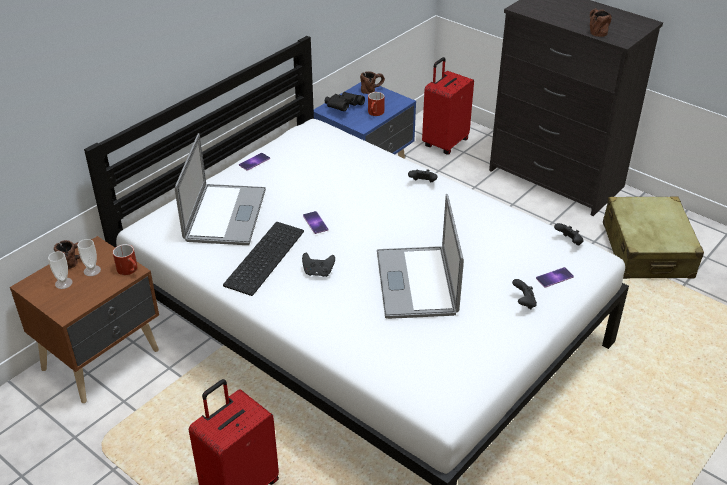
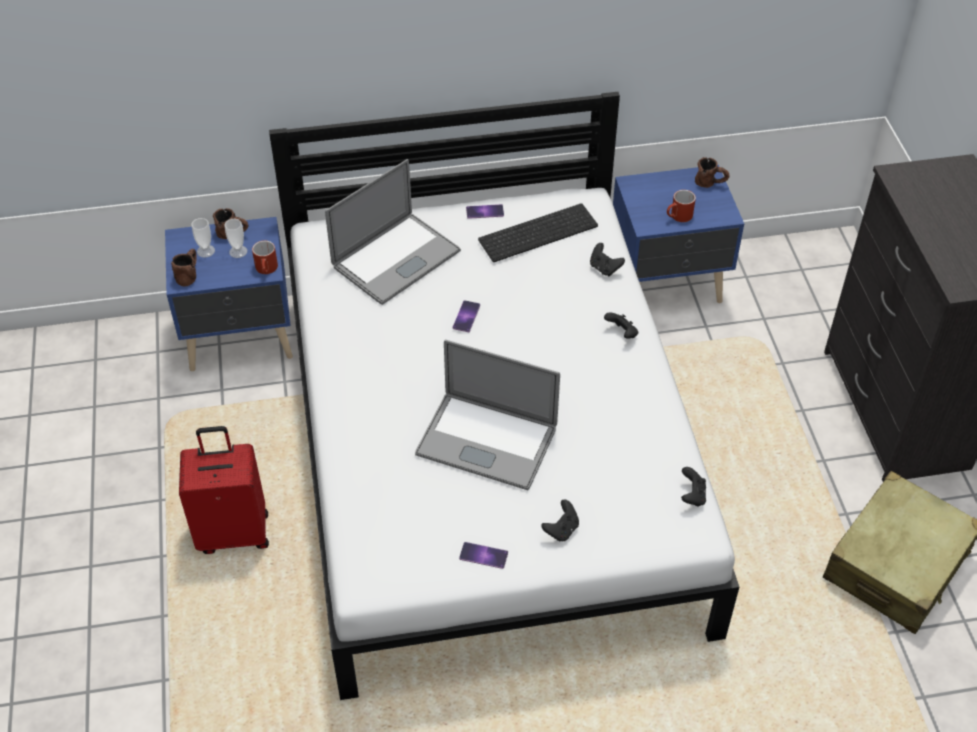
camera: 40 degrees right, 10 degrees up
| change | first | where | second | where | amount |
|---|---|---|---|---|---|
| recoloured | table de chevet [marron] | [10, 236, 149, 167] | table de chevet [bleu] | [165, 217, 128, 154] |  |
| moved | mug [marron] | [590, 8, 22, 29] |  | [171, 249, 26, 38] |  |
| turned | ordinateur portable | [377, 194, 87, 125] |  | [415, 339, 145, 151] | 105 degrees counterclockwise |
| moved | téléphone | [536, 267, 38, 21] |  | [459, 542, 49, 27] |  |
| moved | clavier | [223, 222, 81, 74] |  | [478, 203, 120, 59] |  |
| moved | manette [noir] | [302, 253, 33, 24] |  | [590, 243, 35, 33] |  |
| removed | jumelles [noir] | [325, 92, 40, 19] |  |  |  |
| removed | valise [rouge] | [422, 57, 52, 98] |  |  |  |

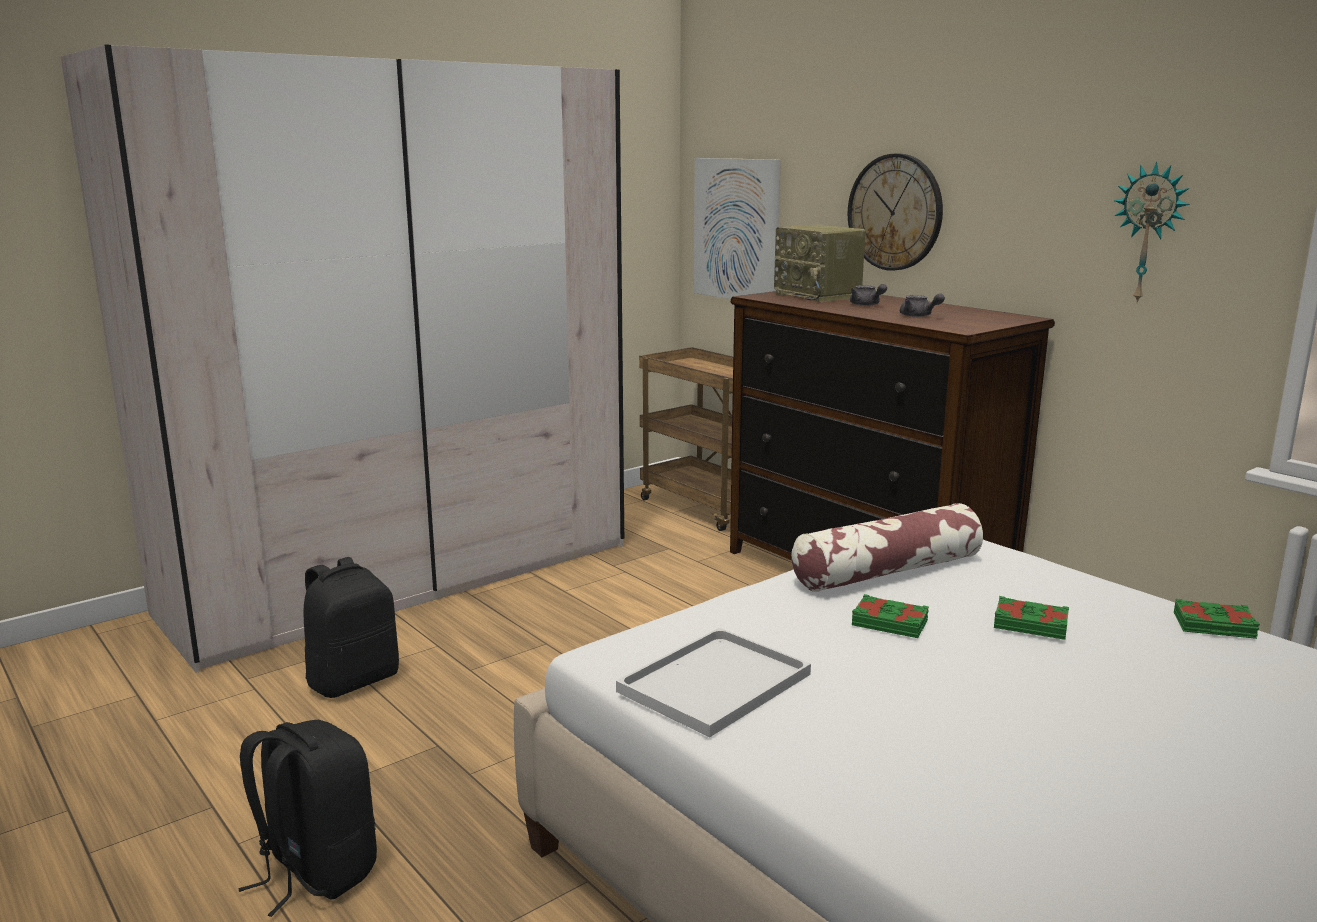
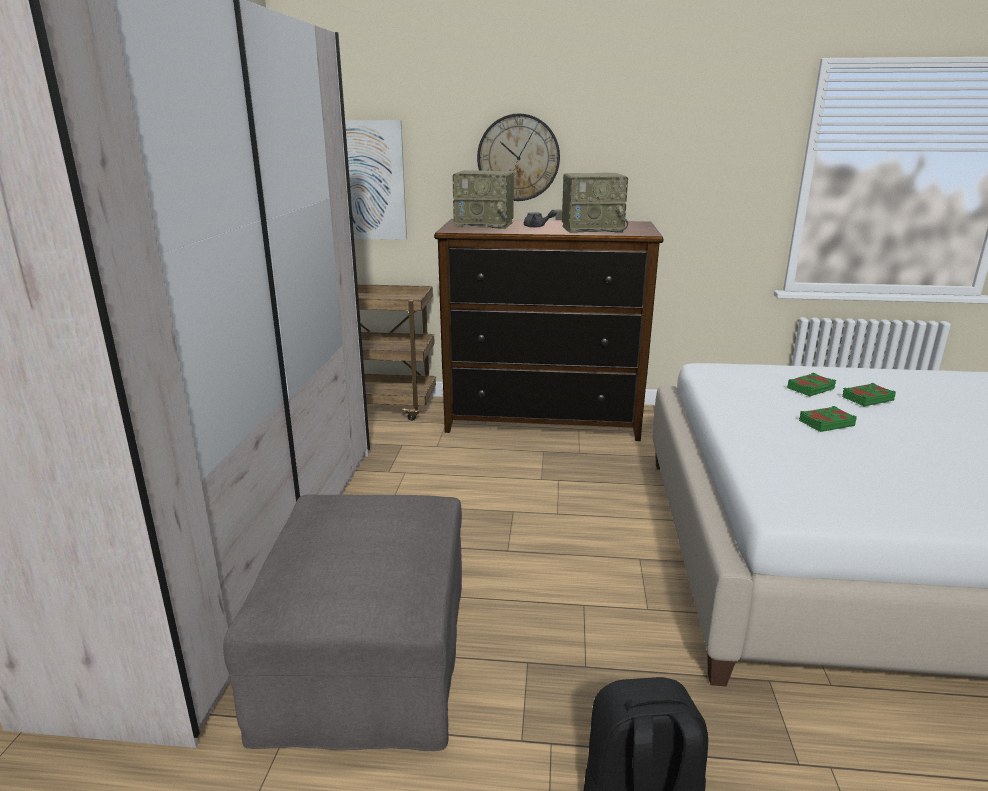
camera: 45 degrees left, 5 degrees up
| change | first | where | second | where | amount |
|---|---|---|---|---|---|
| replaced | sac à dos [noir] | [303, 557, 96, 141] | pouf [gris] | [223, 494, 239, 257] |  |
| replaced | théière [gris] | [900, 293, 45, 24] | radio | [562, 173, 66, 60] |  |
| moved | livre [vert] | [1174, 599, 86, 40] |  | [787, 373, 49, 23] |  |
| removed | plateau [blanc] | [616, 628, 195, 109] |  |  |  |
| removed | coussin | [791, 503, 192, 89] |  |  |  |
| removed | horloge murale | [1114, 162, 76, 142] |  |  |  |

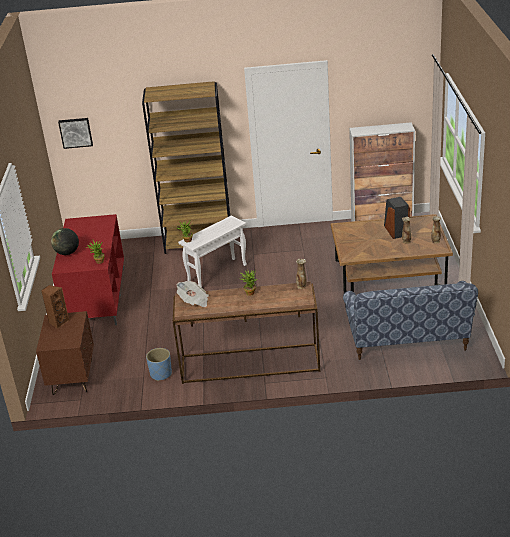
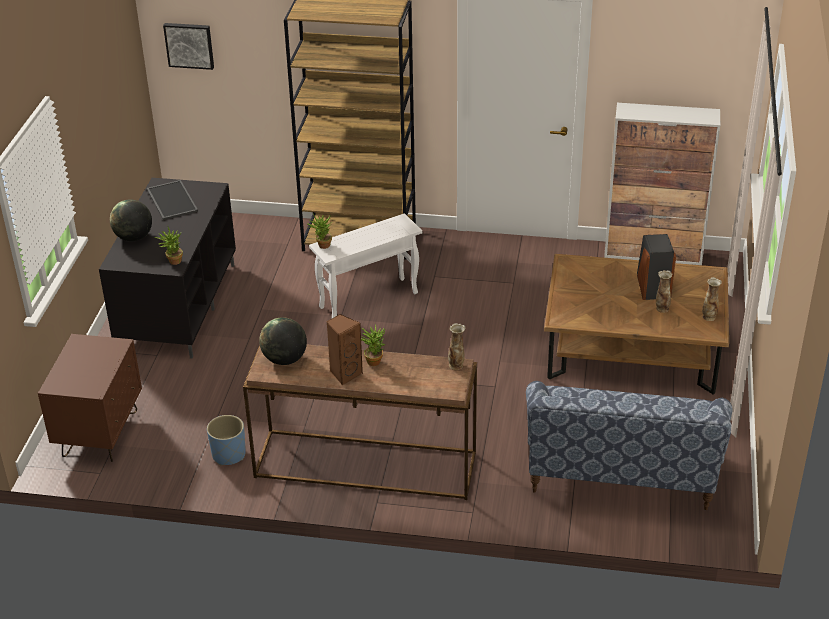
camera: 10 degrees right, 5 degrees up
| change | first | where | second | where | amount |
|---|---|---|---|---|---|
| recoloured | meuble télé [rouge] | [52, 214, 72, 111] | meuble télé [noir] | [99, 178, 137, 181] |  |
| added |  |  | plateau | [147, 180, 51, 40] |  |
| replaced | journal | [177, 281, 32, 26] | globe | [259, 317, 48, 48] |  |
| moved | enceinte [marron] | [41, 285, 28, 44] |  | [326, 314, 37, 72] |  |

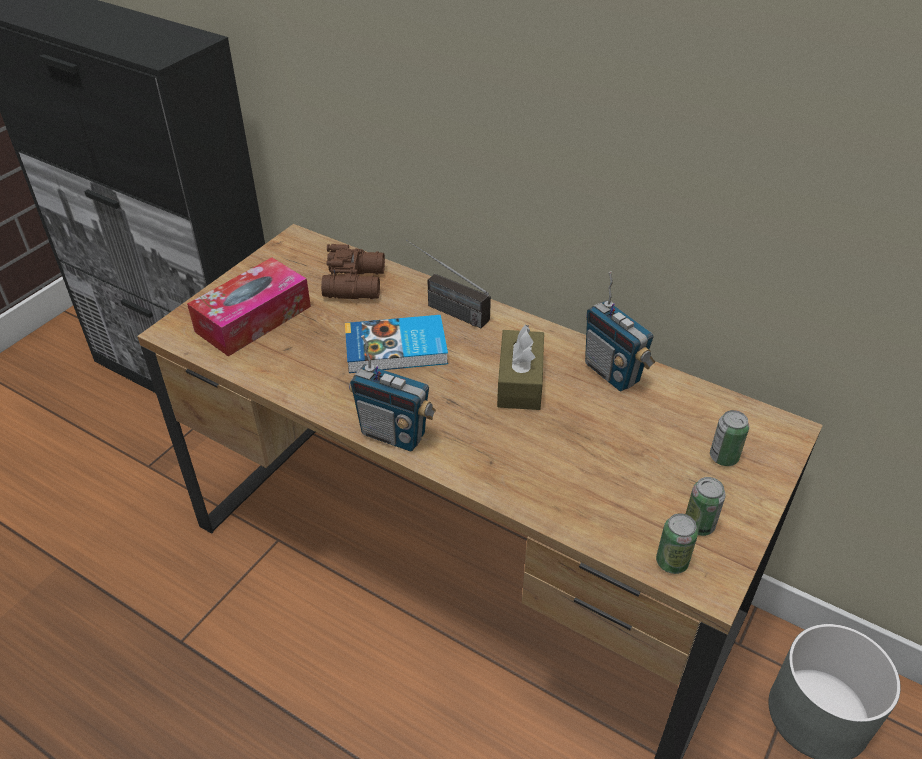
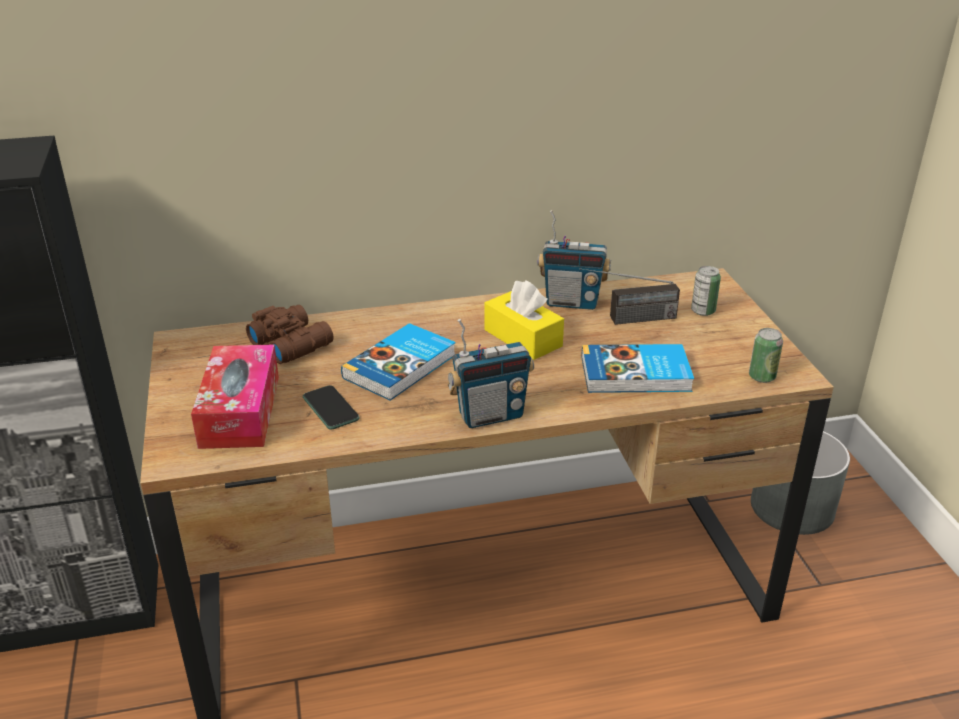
camera: 45 degrees left, 10 degrees down
| change | first | where | second | where | amount |
|---|---|---|---|---|---|
| added |  |  | téléphone | [303, 385, 57, 45] |  |
| recoloured | boîte à mouchoirs [marron] | [497, 325, 47, 85] | boîte à mouchoirs [jaune] | [484, 280, 80, 80] |  |
| moved | radio | [406, 240, 85, 88] |  | [580, 268, 100, 57] |  |
| added |  |  | livre | [581, 344, 113, 49] |  |
| removed | boîte métallique | [686, 477, 40, 59] |  |  |  |

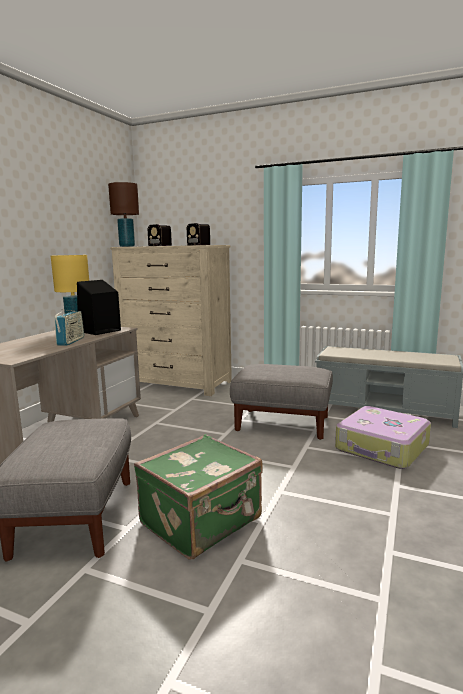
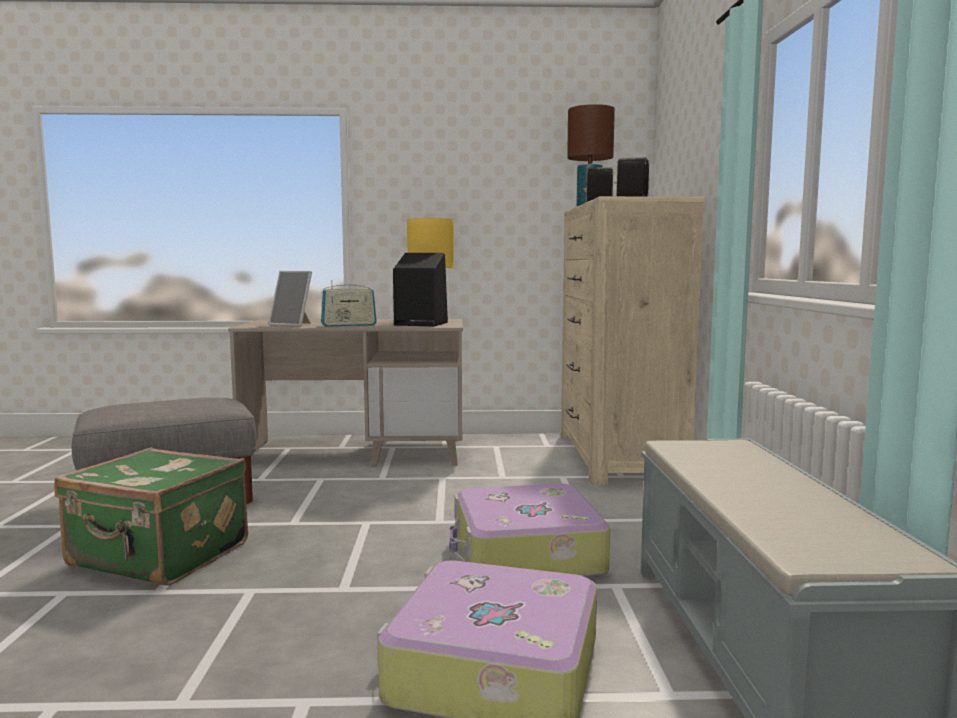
camera: 65 degrees right, 5 degrees down
| change | first | where | second | where | amount |
|---|---|---|---|---|---|
| added |  |  | cadre photo | [269, 271, 43, 56] |  |
| replaced | pouf [gris] | [230, 364, 103, 76] | valise | [449, 484, 161, 94] |  |

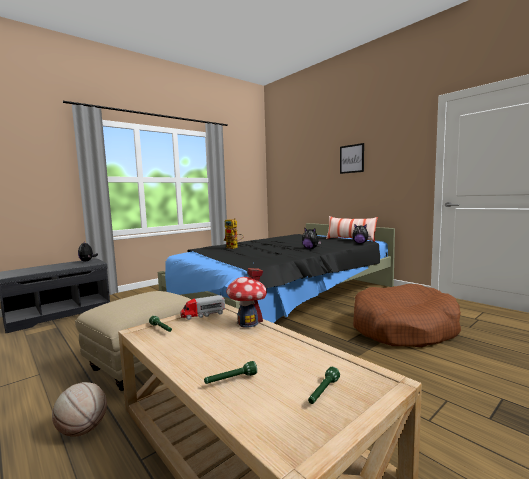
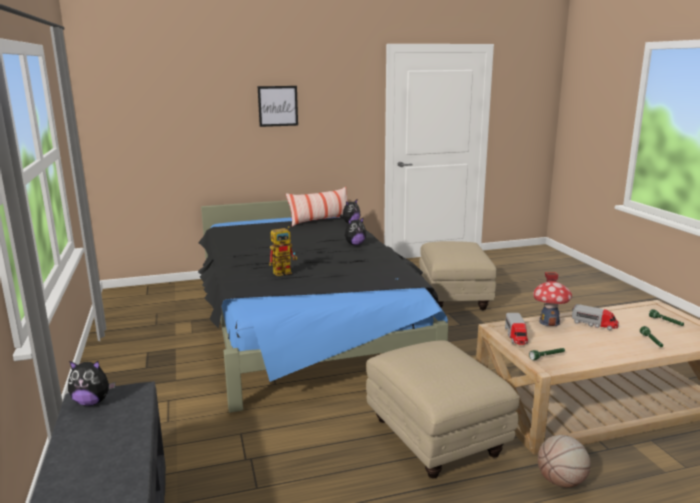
camera: 65 degrees left, 10 degrees up
| change | first | where | second | where | amount |
|---|---|---|---|---|---|
| replaced | panier pour chien [marron] | [353, 284, 108, 63] | pouf [beige] | [419, 241, 78, 69] |  |
| added |  |  | camion jouet | [572, 304, 47, 26] |  |

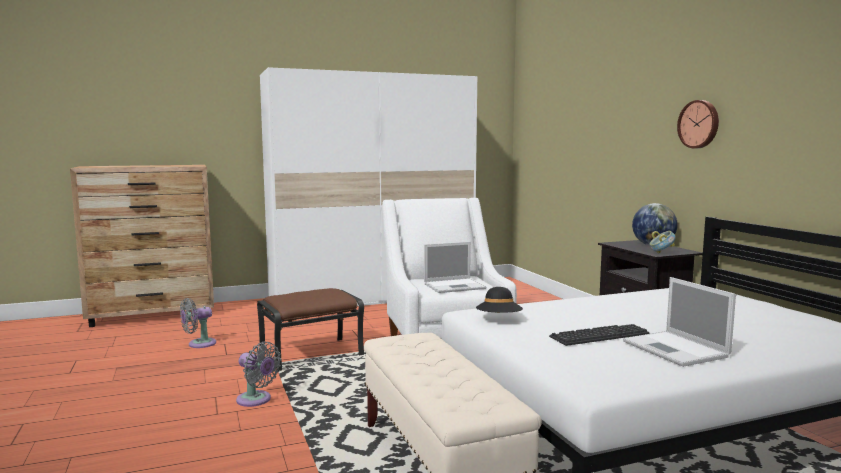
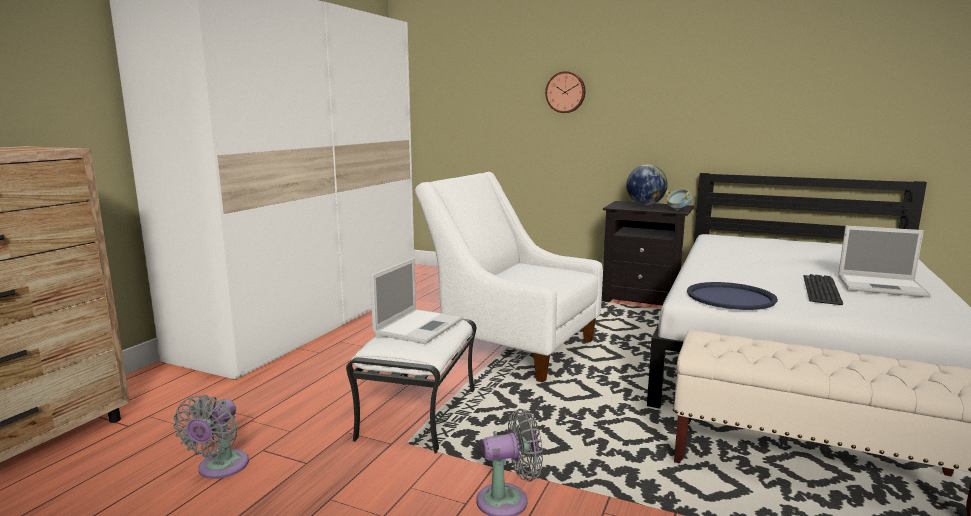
camera: 45 degrees left, 5 degrees up
| change | first | where | second | where | amount |
|---|---|---|---|---|---|
| recoloured | pouf [marron] | [257, 288, 107, 83] | pouf [blanc] | [346, 319, 130, 135] |  |
| moved | ordinateur portable | [424, 242, 62, 51] |  | [370, 258, 93, 86] |  |
| moved | horloge murale | [677, 100, 42, 48] |  | [545, 71, 41, 42] |  |
| replaced | chapeau [noir] | [476, 287, 47, 26] | plateau [bleu] | [687, 282, 91, 28] |  |

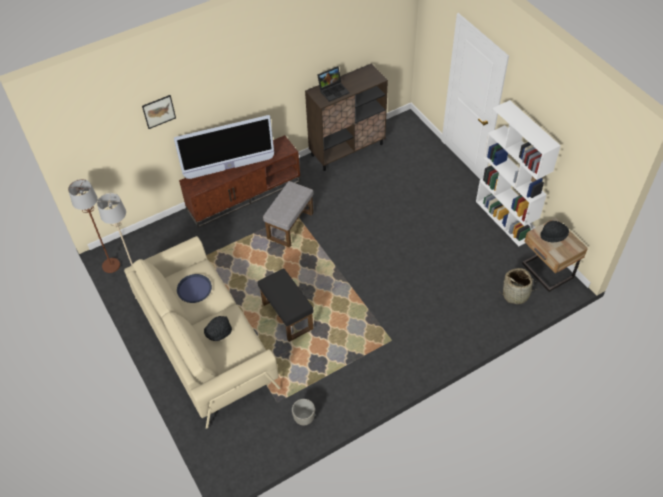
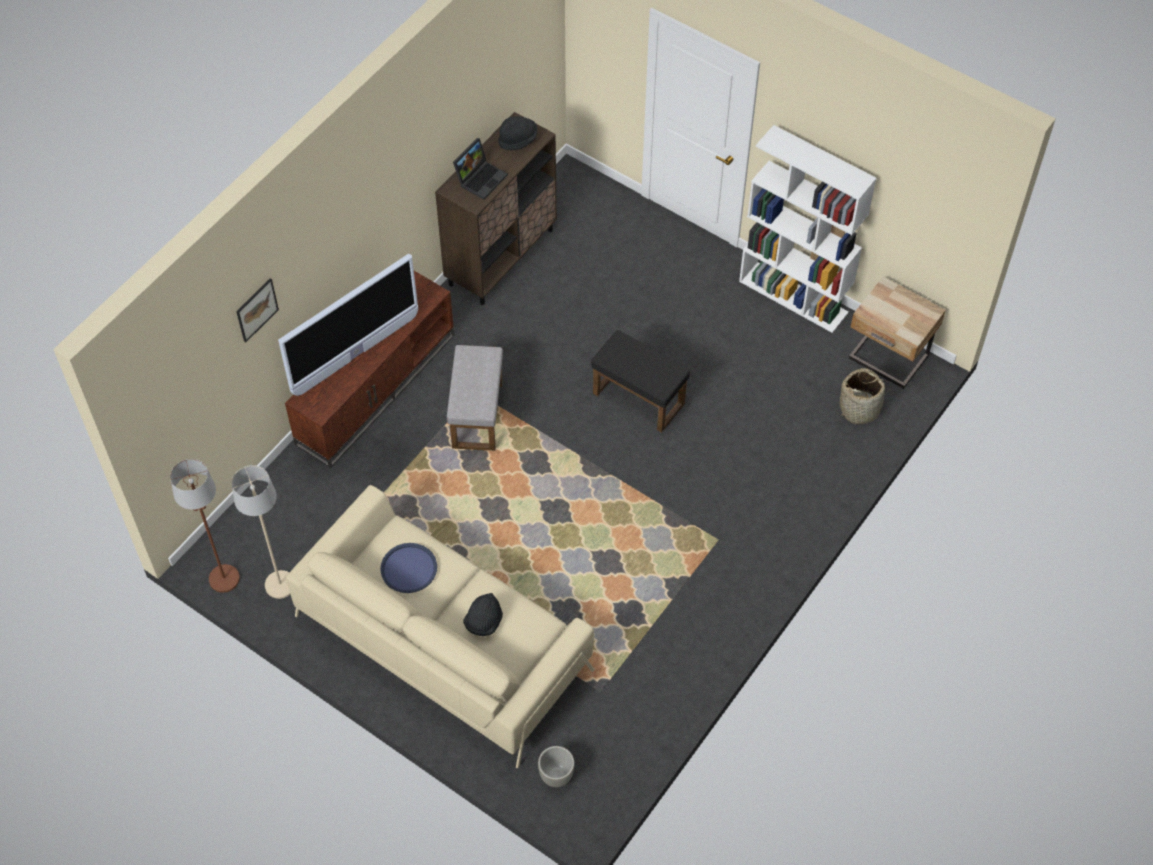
camera: 25 degrees left, 5 degrees up
| change | first | where | second | where | amount |
|---|---|---|---|---|---|
| moved | chapeau [noir] | [540, 221, 29, 22] |  | [498, 116, 39, 34] |  |
| moved | cache-pot [gris] | [292, 399, 23, 27] |  | [538, 746, 37, 41] |  |
| moved | pouf [noir] | [258, 269, 56, 73] |  | [591, 330, 99, 103] |  |

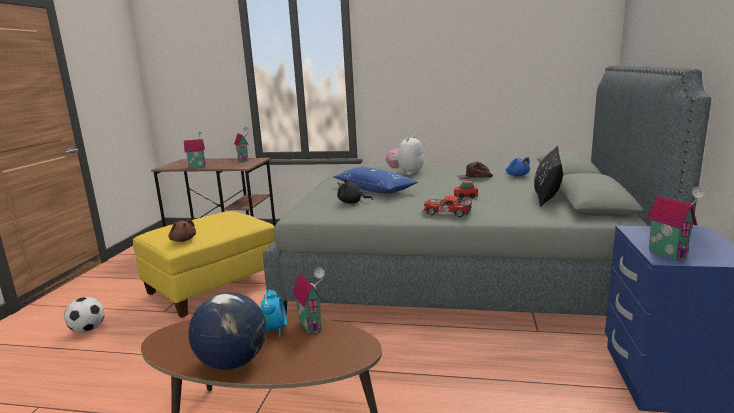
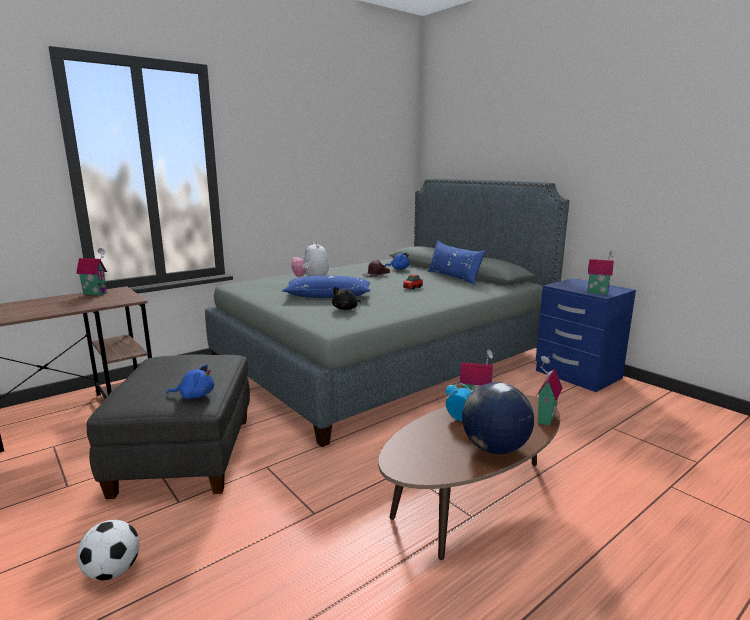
camera: 50 degrees left, 0 degrees up
| change | first | where | second | where | amount |
|---|---|---|---|---|---|
| recoloured | pouf [jaune] | [133, 211, 142, 107] | pouf [gris] | [86, 354, 164, 145] |  |
| recoloured | peluche [marron] | [169, 219, 27, 23] | peluche [bleu] | [167, 365, 47, 34] |  |
| recoloured | coussin [noir] | [534, 146, 29, 61] | coussin [bleu] | [428, 241, 57, 44] |  |
| moved | maison miniature | [184, 131, 22, 37] |  | [536, 356, 26, 70] |  |
| removed | petite voiture | [421, 196, 52, 21] |  |  |  |

